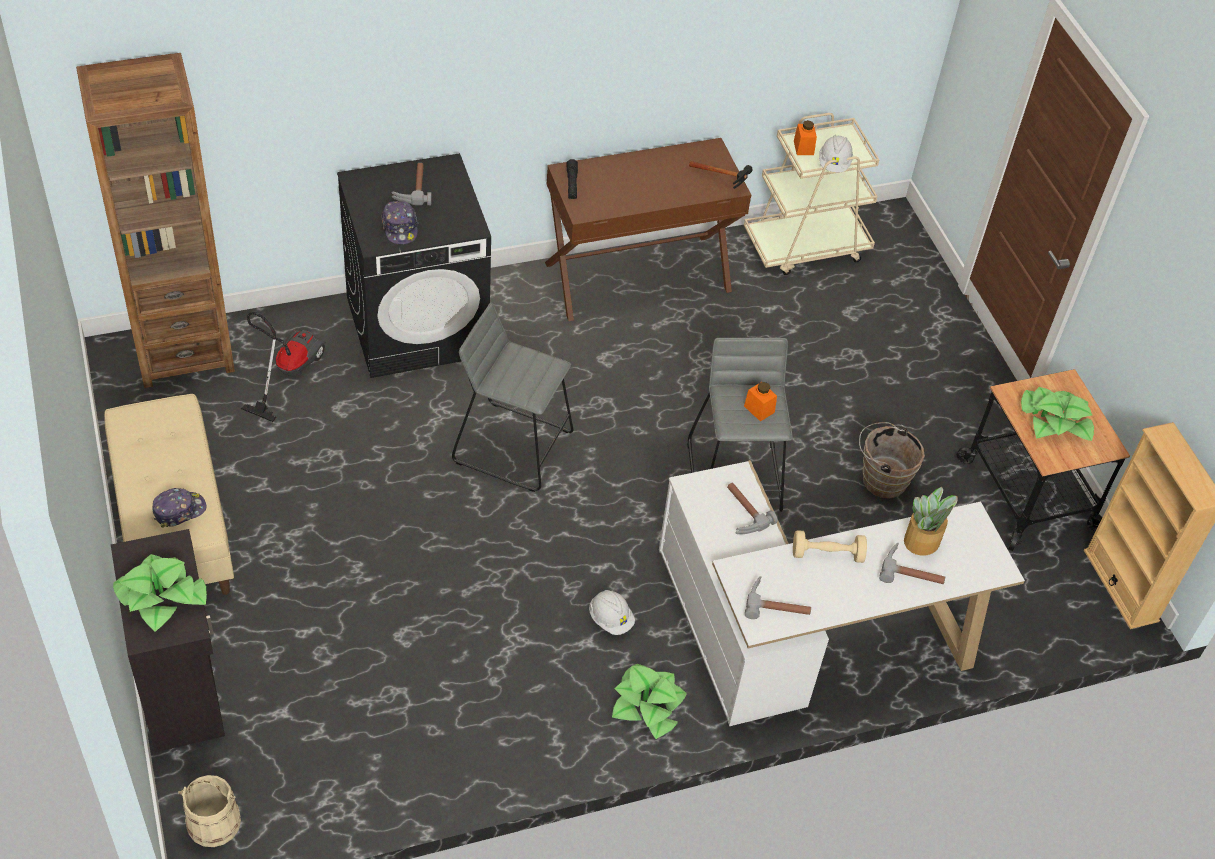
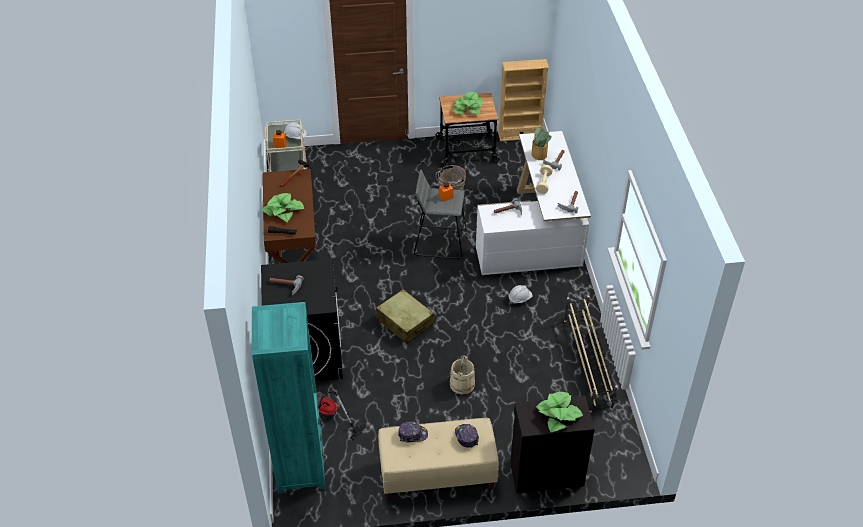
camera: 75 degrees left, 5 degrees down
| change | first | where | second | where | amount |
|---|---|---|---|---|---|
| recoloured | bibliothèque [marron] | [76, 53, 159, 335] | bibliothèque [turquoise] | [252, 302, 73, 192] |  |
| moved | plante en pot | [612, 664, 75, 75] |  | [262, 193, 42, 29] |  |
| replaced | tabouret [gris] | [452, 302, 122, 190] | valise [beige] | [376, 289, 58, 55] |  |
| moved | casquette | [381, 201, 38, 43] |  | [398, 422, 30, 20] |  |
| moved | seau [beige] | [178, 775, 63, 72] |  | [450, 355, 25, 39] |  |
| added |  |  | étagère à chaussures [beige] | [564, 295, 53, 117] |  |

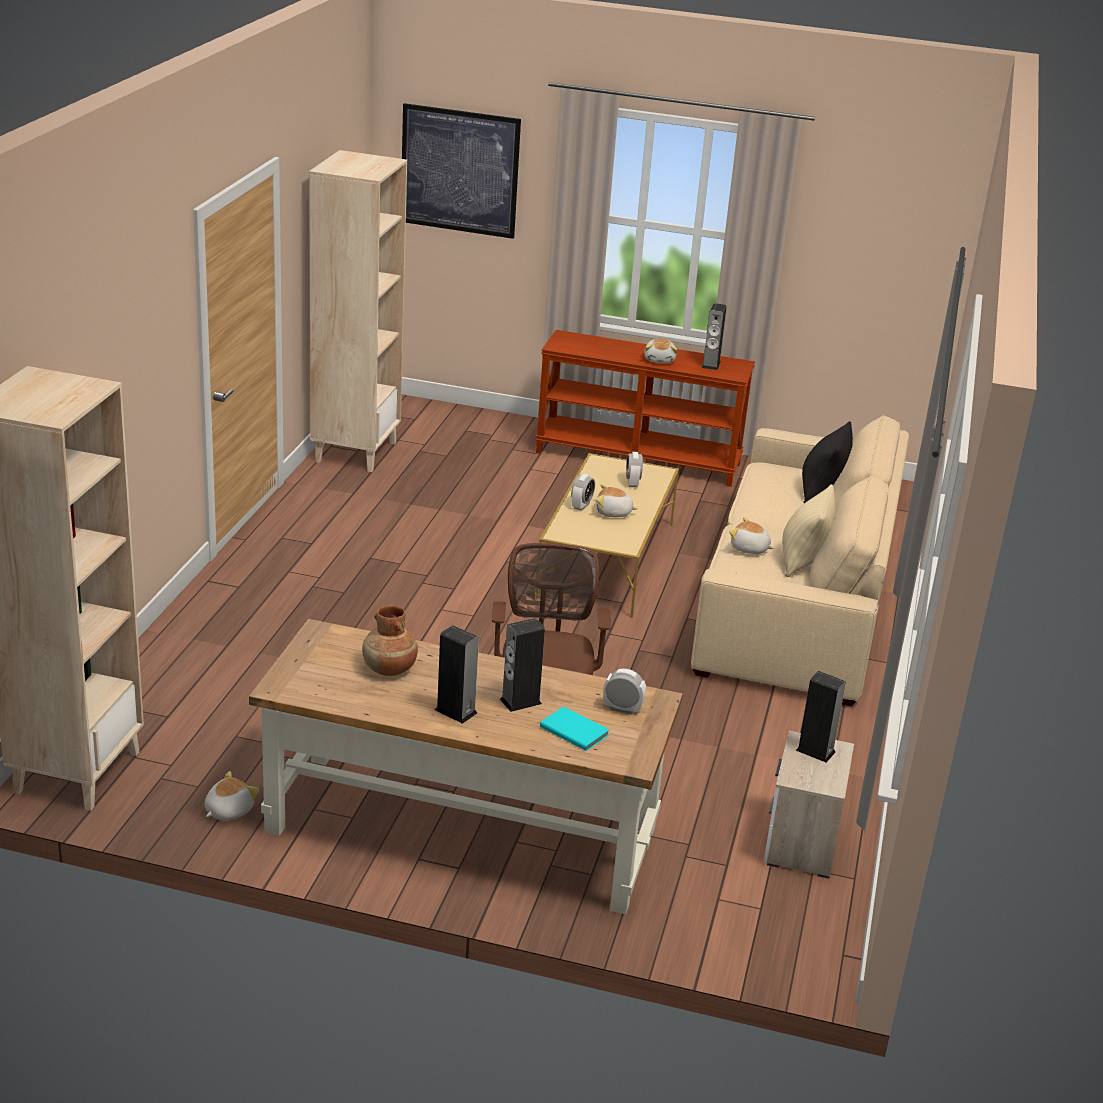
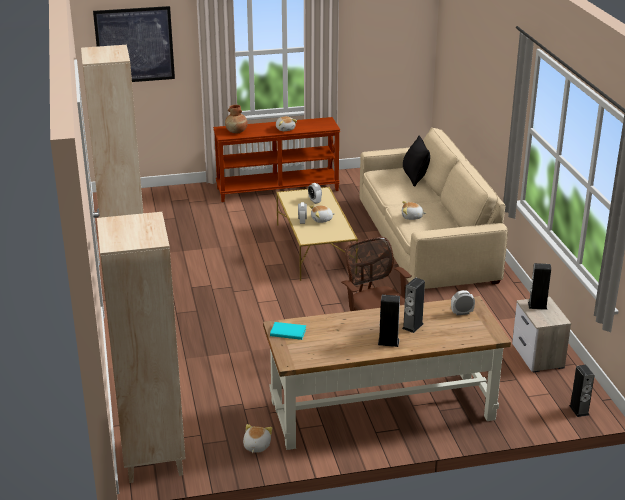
camera: 25 degrees left, 0 degrees up
| change | first | where | second | where | amount |
|---|---|---|---|---|---|
| moved | vase [marron] | [362, 606, 56, 70] |  | [225, 105, 23, 29] |  |
| moved | livre [turquoise] | [540, 707, 69, 44] |  | [270, 322, 36, 18] |  |
| moved | enceinte | [702, 303, 25, 67] |  | [569, 365, 25, 52] |  |
| removed | coussin [beige] | [782, 484, 54, 93] |  |  |  |

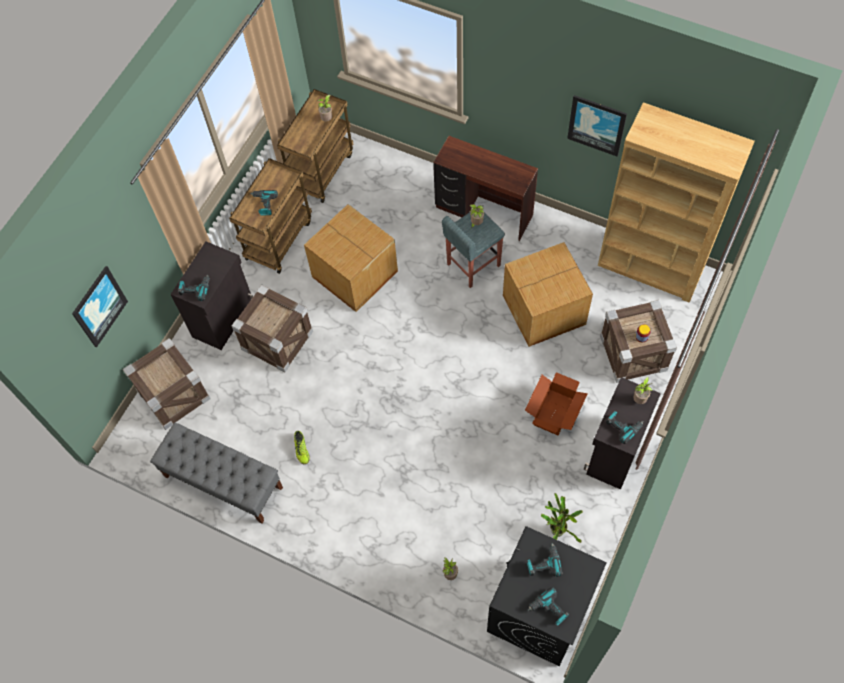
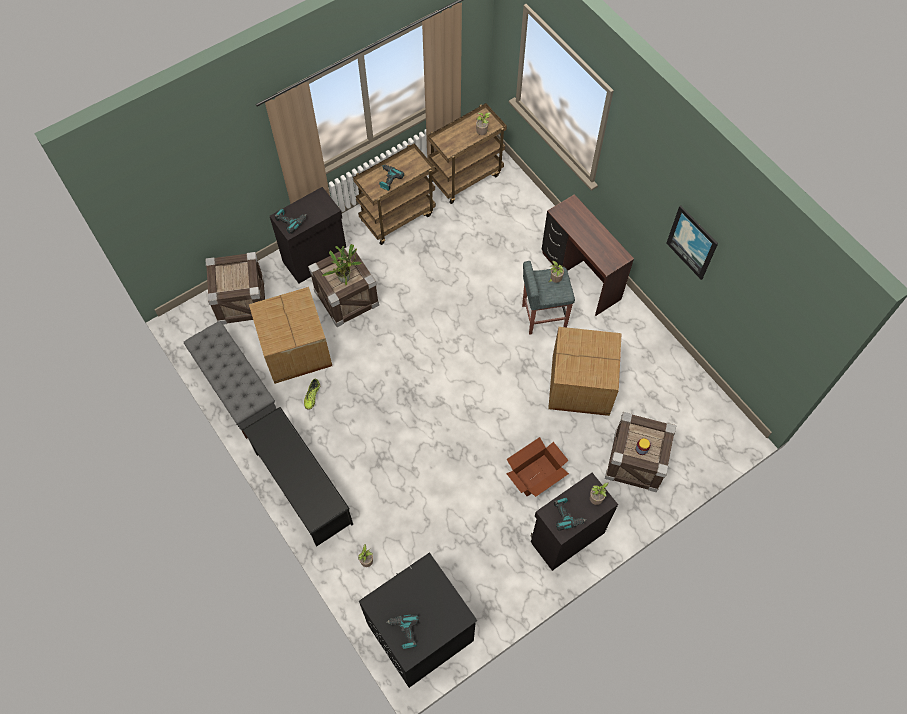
camera: 25 degrees right, 0 degrees up
| change | first | where | second | where | amount |
|---|---|---|---|---|---|
| added |  |  | étagère à chaussures [noir] | [243, 407, 110, 139] |  |
| moved | carton | [304, 204, 94, 108] |  | [249, 287, 83, 97] |  |
| moved | plante en pot | [541, 493, 42, 50] |  | [322, 244, 40, 41] |  |
| removed | tableau | [72, 266, 56, 81] |  |  |  |
| removed | perceuse | [527, 543, 35, 34] |  |  |  |
| removed | bibliothèque [marron] | [598, 102, 157, 201] |  |  |  |

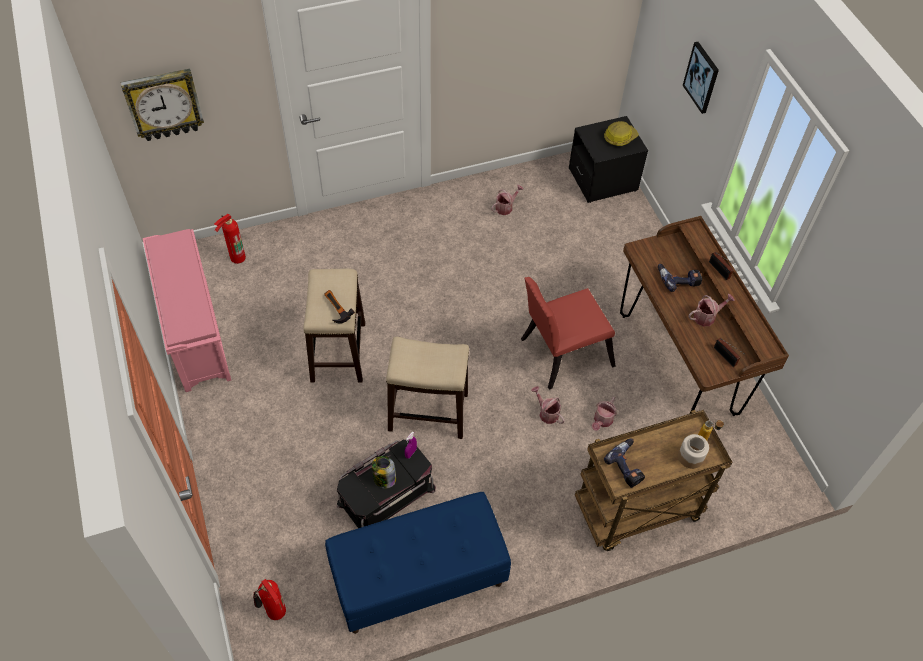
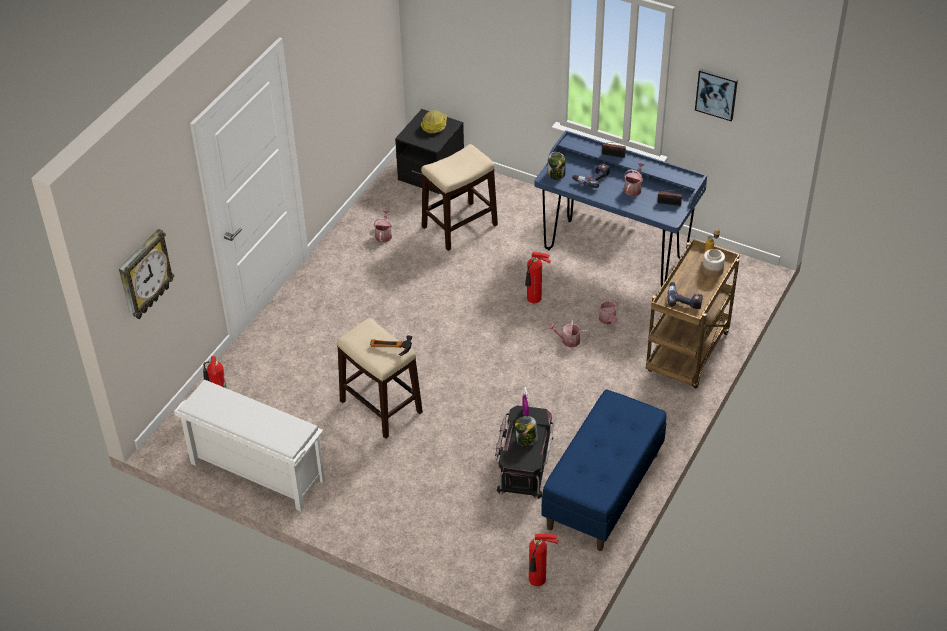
camera: 40 degrees left, 10 degrees down
| change | first | where | second | where | amount |
|---|---|---|---|---|---|
| recoloured | étagère à chaussures [rose] | [143, 229, 88, 163] | étagère à chaussures [blanc] | [174, 380, 151, 131] |  |
| moved | tabouret | [386, 337, 83, 102] |  | [421, 144, 77, 107] |  |
| replaced | chaise [rouge] | [521, 277, 95, 113] | extincteur | [525, 252, 26, 51] |  |
| recoloured | bureau [marron] | [620, 216, 169, 200] | bureau [bleu] | [535, 130, 172, 157] |  |
| added |  |  | bocal | [548, 152, 17, 28] |  |
| moved | tableau | [683, 42, 36, 72] |  | [695, 69, 43, 52] |  |

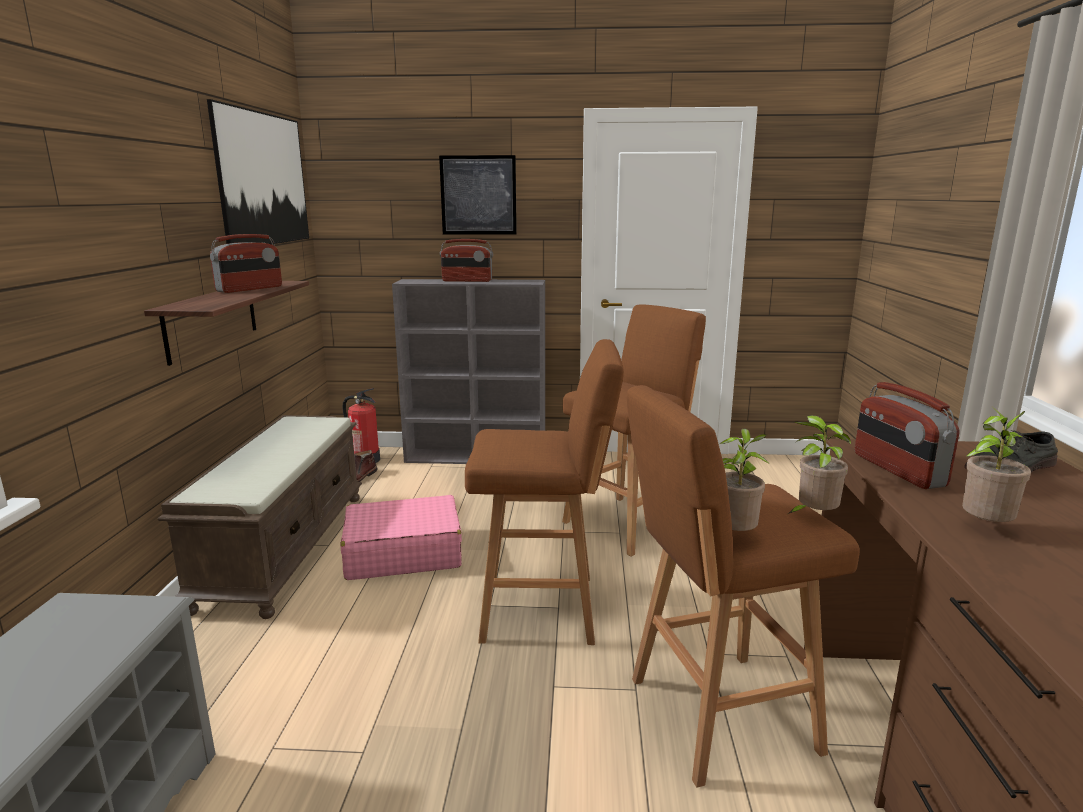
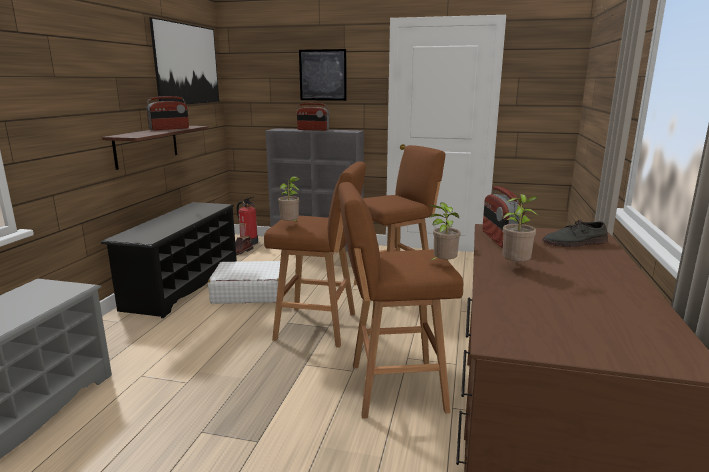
camera: 10 degrees right, 0 degrees up
| change | first | where | second | where | amount |
|---|---|---|---|---|---|
| replaced | banc [marron] | [158, 415, 204, 204] | étagère à chaussures [noir] | [101, 202, 136, 116] |  |
| recoloured | valise [rose] | [341, 495, 121, 85] | valise [blanc] | [208, 261, 78, 43] |  |
| moved | plante en pot | [720, 428, 49, 103] |  | [278, 176, 22, 45] |  |

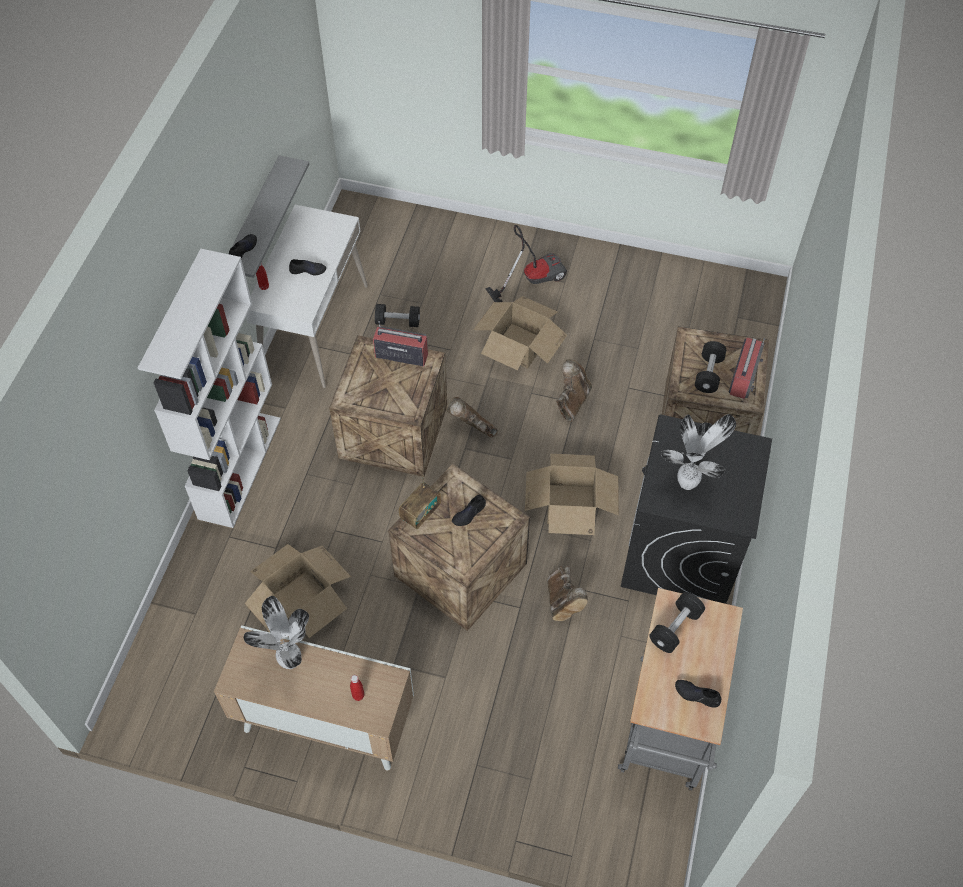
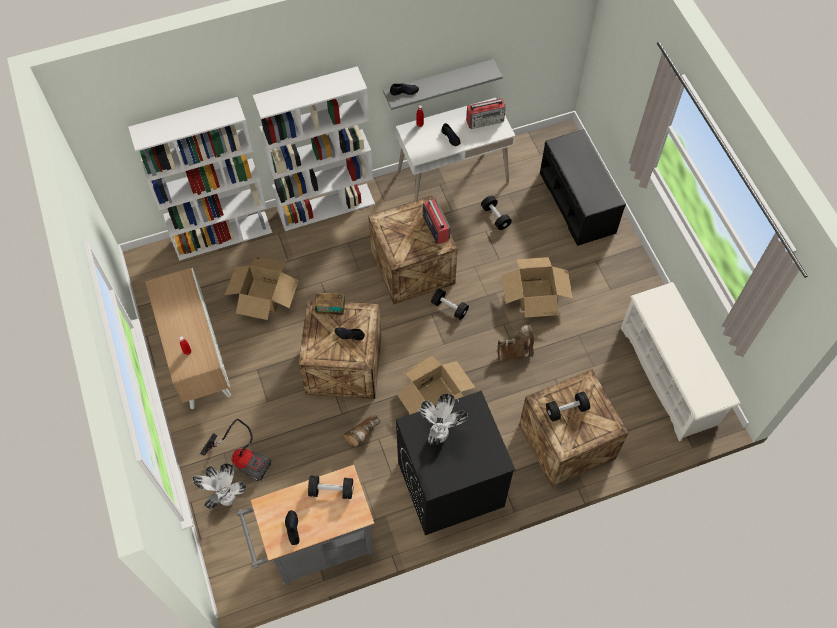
camera: 55 degrees right, 5 degrees up
| change | first | where | second | where | amount |
|---|---|---|---|---|---|
| added |  |  | bibliothèque [blanc] | [128, 97, 144, 164] |  |
| moved | plante en pot | [244, 596, 65, 73] |  | [192, 463, 54, 46] |  |
| moved | aspirateur | [485, 225, 82, 77] |  | [200, 419, 71, 62] |  |
| replaced | botte [marron] | [446, 397, 52, 41] | haltère [noir] | [431, 288, 38, 32] |  |
| moved | radio | [729, 337, 36, 62] |  | [466, 99, 40, 30] |  |
| added |  |  | banc [noir] | [540, 129, 86, 117] |  |
| added |  |  | étagère à chaussures [blanc] | [621, 282, 120, 159] |  |

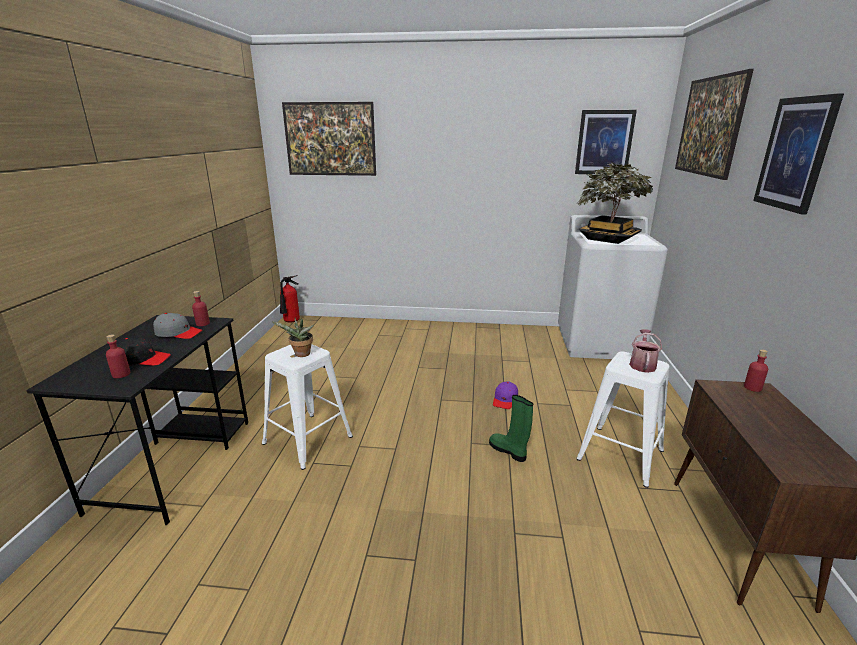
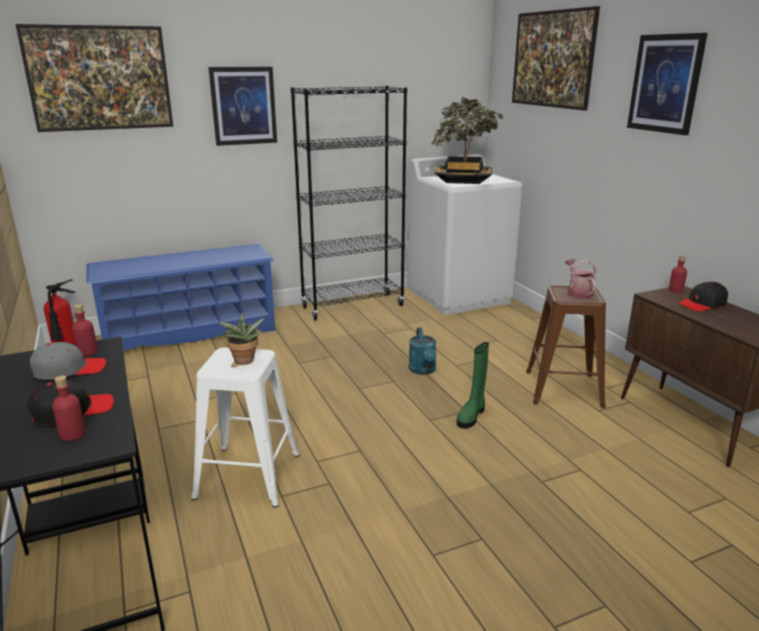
camera: 30 degrees left, 0 degrees up
| change | first | where | second | where | amount |
|---|---|---|---|---|---|
| added |  |  | étagère à chaussures [bleu] | [86, 244, 189, 108] |  |
| moved | tableau | [575, 110, 62, 64] |  | [208, 67, 69, 79] |  |
| added |  |  | bibliothèque [noir] | [291, 86, 116, 234] |  |
| replaced | casquette [violet] | [493, 381, 25, 28] | arrosoir [turquoise] | [409, 328, 27, 47] |  |
| turned | botte [vert] | [489, 395, 44, 67] |  | [457, 342, 32, 87] | 75 degrees counterclockwise |
| recoloured | tabouret [blanc] | [576, 351, 93, 137] | tabouret [marron] | [526, 286, 80, 122] |  |
| added |  |  | casquette [noir] | [678, 281, 50, 31] |  |

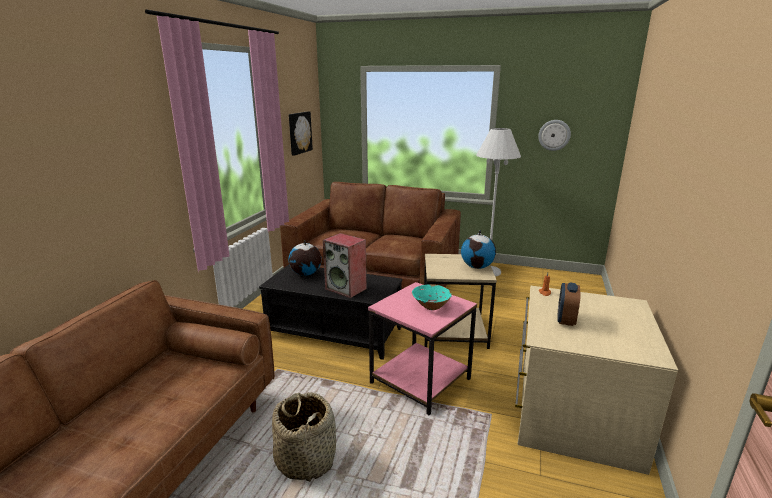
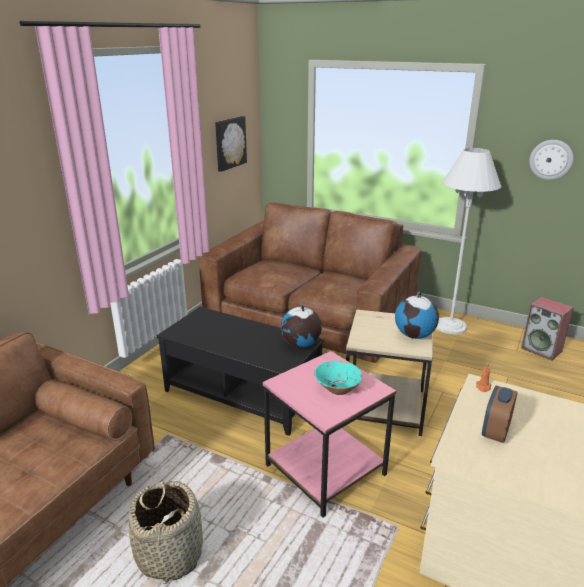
camera: 10 degrees right, 5 degrees up
| change | first | where | second | where | amount |
|---|---|---|---|---|---|
| moved | globe | [288, 240, 33, 36] |  | [281, 304, 41, 44] |  |
| moved | enceinte | [323, 233, 44, 65] |  | [521, 297, 53, 64] |  |

